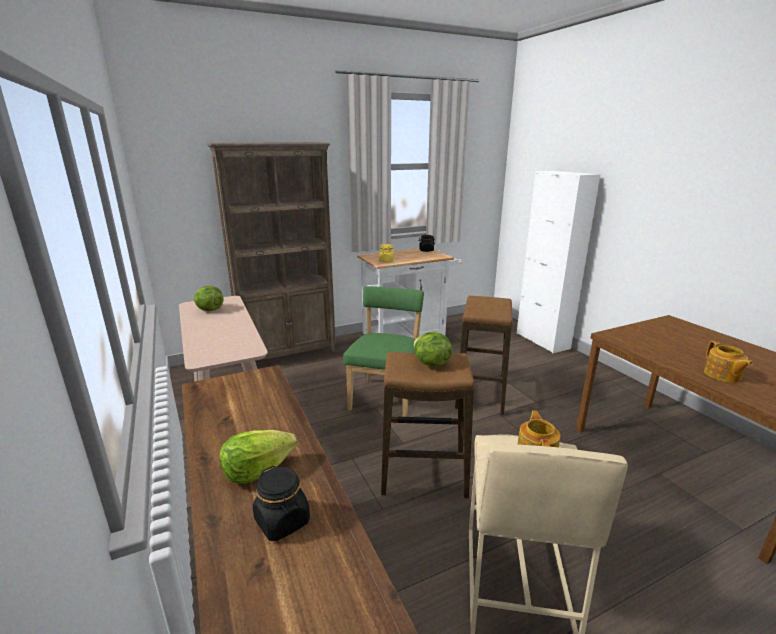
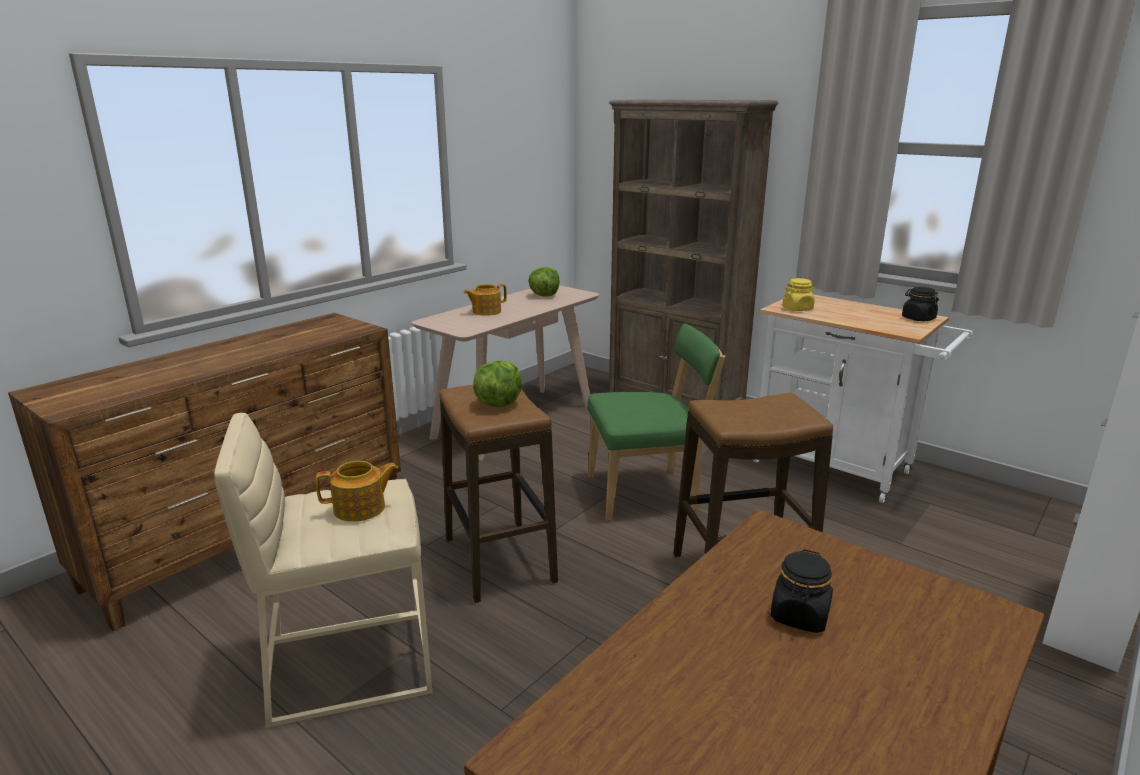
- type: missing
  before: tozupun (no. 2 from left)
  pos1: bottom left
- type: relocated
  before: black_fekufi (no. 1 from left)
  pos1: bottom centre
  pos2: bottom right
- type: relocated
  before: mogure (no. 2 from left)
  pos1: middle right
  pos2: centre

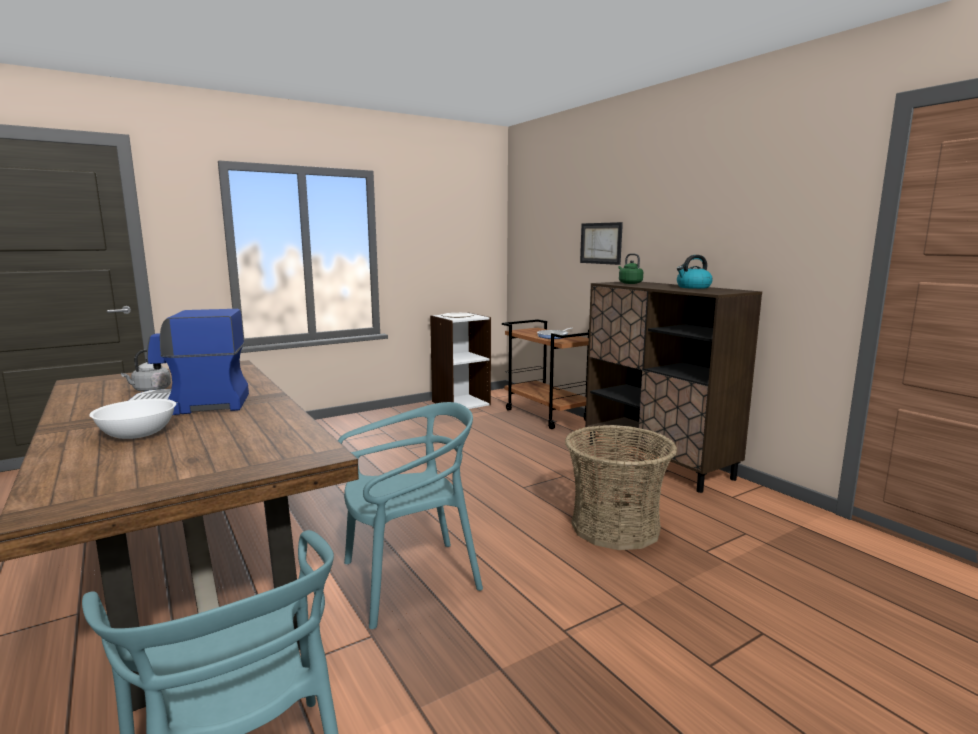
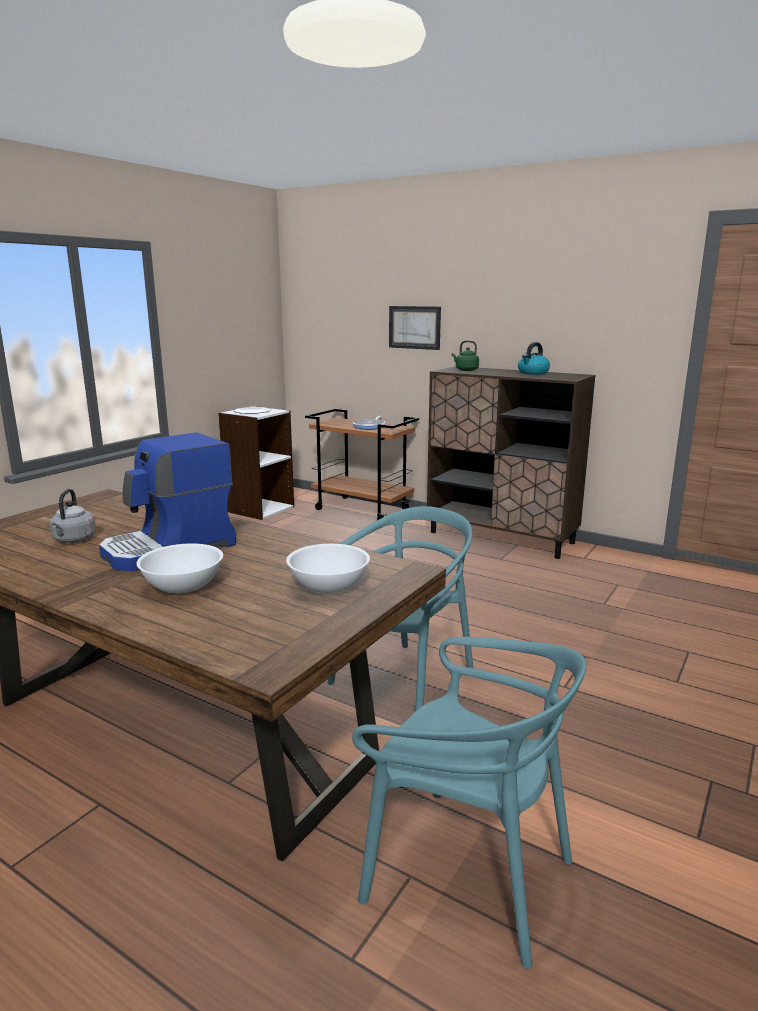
- type: missing
  before: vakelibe
  pos1: centre
- type: appeared
  after: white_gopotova (no. 2 from left)
  pos2: centre

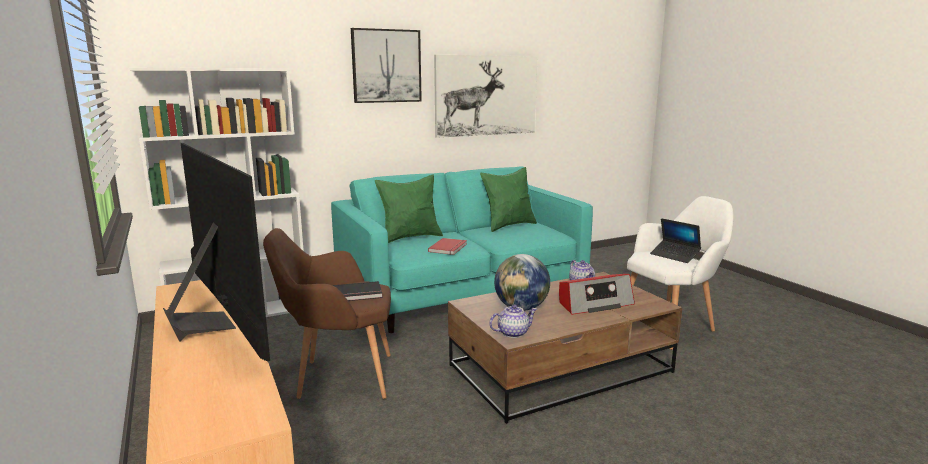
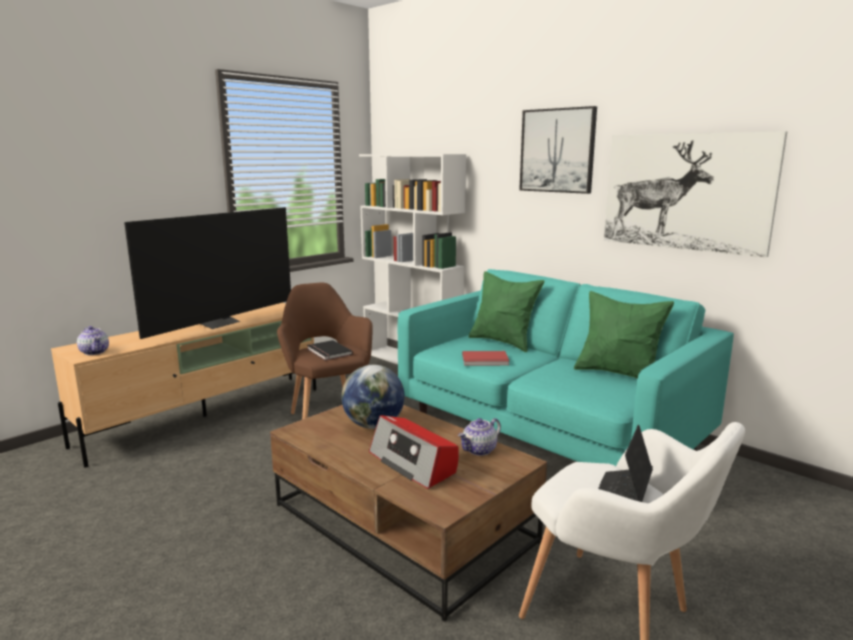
- type: relocated
  before: mogure (no. 1 from left)
  pos1: bottom centre
  pos2: middle left

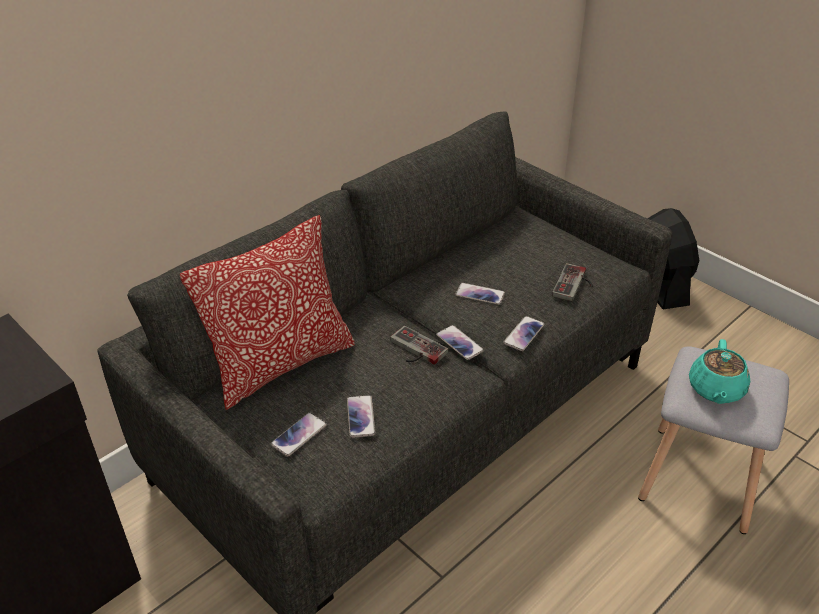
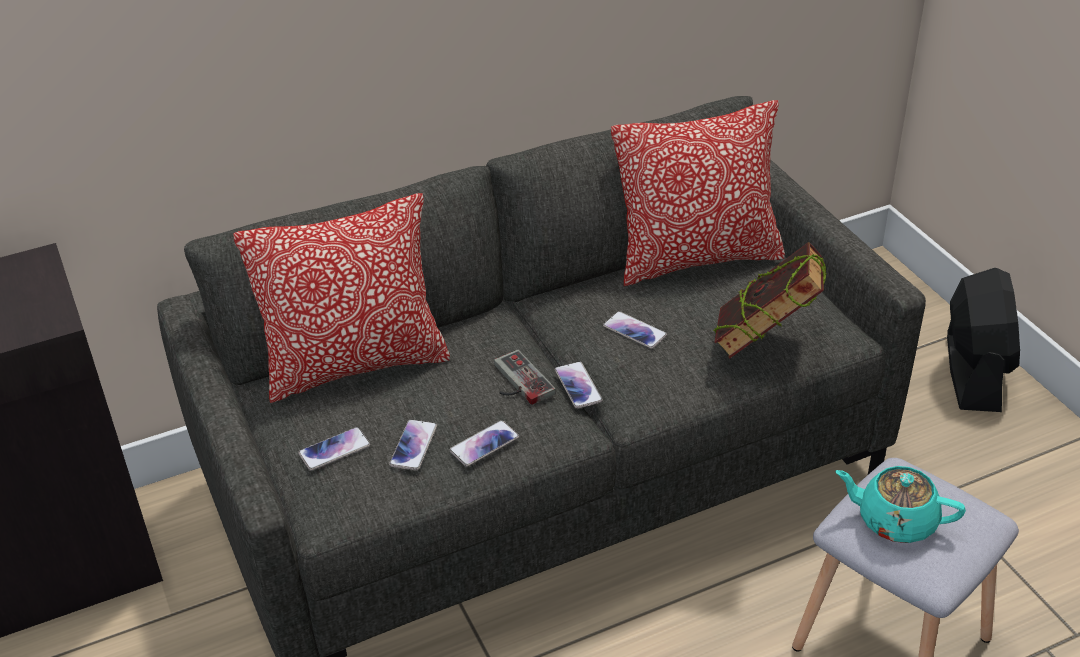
- type: relocated
  before: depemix (no. 5 from left in the first image)
  after: depemix (no. 3 from left)
  pos1: centre
  pos2: bottom centre
- type: exchanged
  before: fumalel (no. 2 from left)
  after: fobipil
  pos1: middle right
  pos2: middle right
- type: spun
  before: turquoise_mogure
  pos1: middle right
  pos2: bottom right
  turn: 75
- type: appeared
  after: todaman (no. 2 from left)
  pos2: top centre

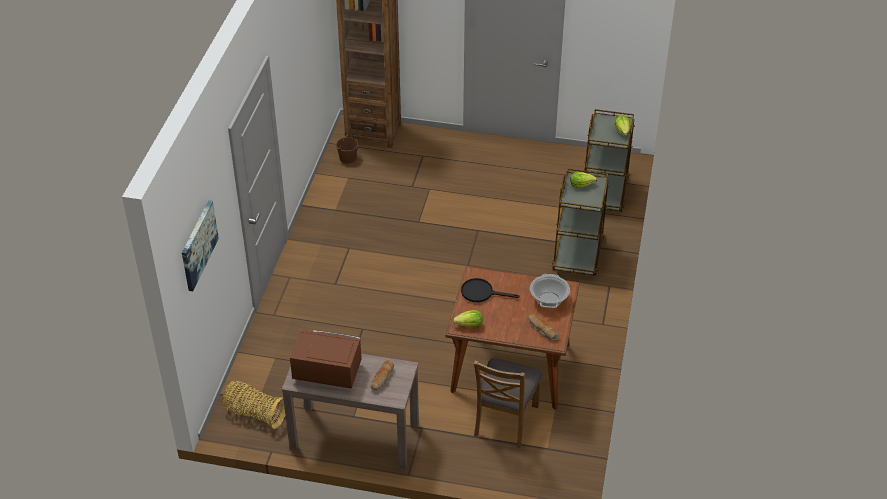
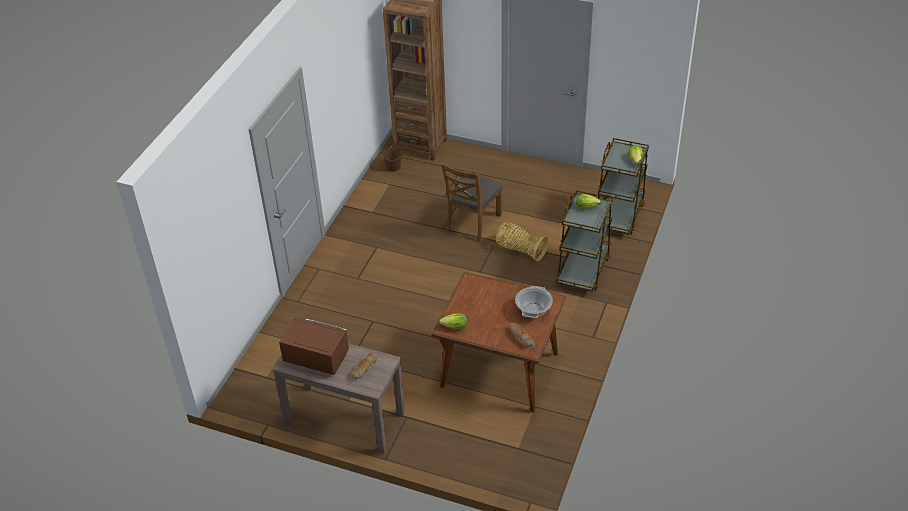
- type: missing
  before: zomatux
  pos1: middle left
- type: relocated
  before: vakelibe
  pos1: bottom left
  pos2: centre
- type: missing
  before: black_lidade
  pos1: centre
- type: relocated
  before: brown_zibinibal
  pos1: bottom centre
  pos2: centre

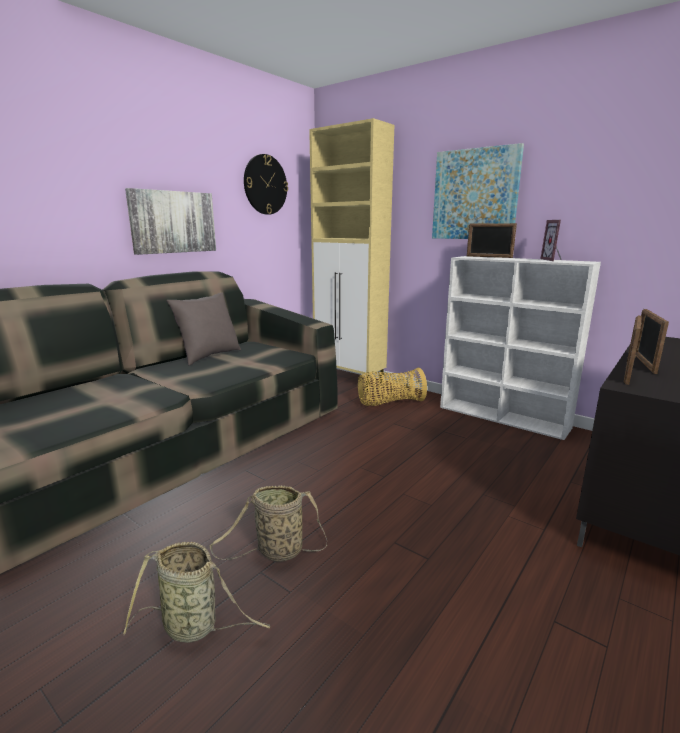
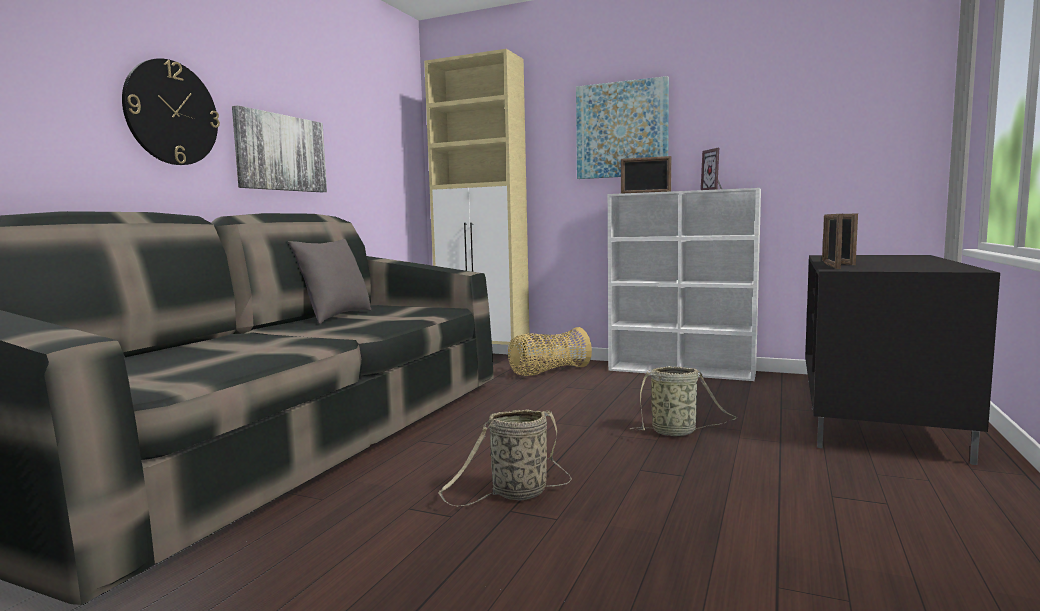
- type: relocated
  before: vakelibe (no. 1 from left in the first image)
  after: vakelibe (no. 3 from left)
  pos1: bottom left
  pos2: centre
- type: relocated
  before: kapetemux
  pos1: top centre
  pos2: top left

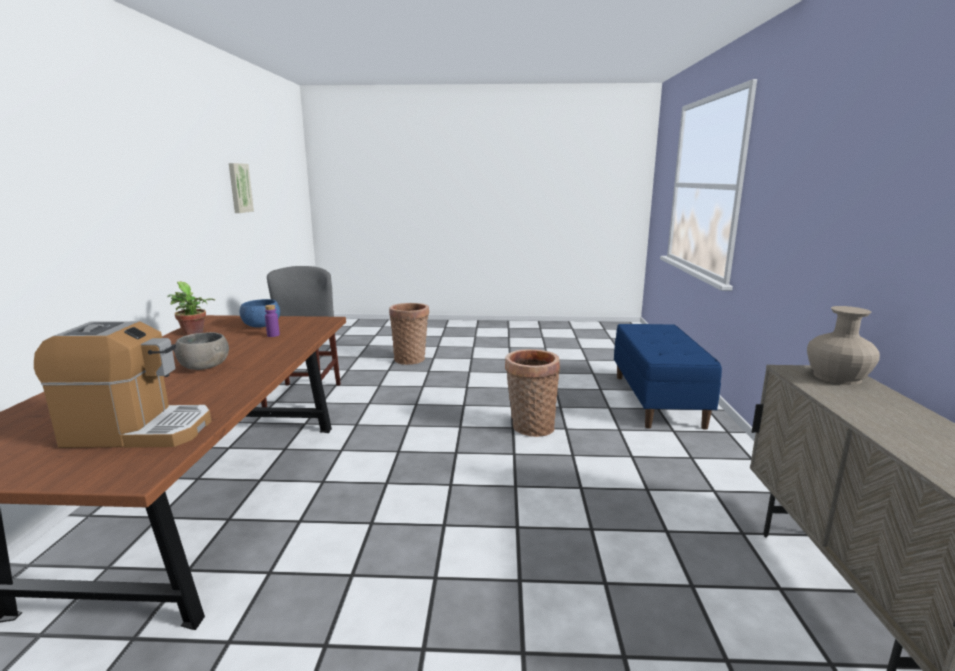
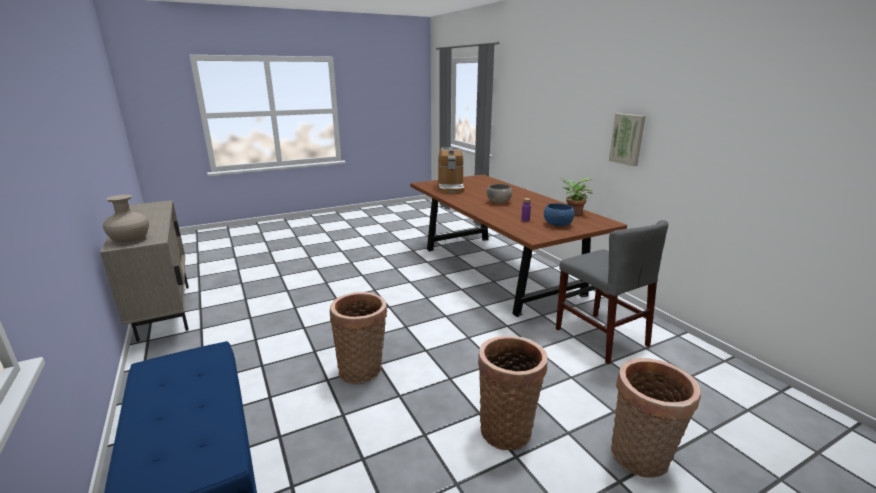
- type: spun
  before: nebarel
  pos1: middle left
  pos2: centre
  turn: -60
- type: relocated
  before: zomatux
  pos1: top left
  pos2: top right
- type: appeared
  after: vakelibe (no. 2 from left)
  pos2: bottom centre

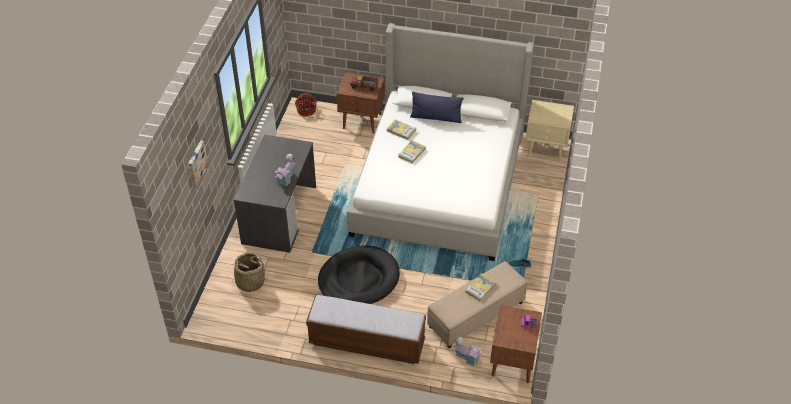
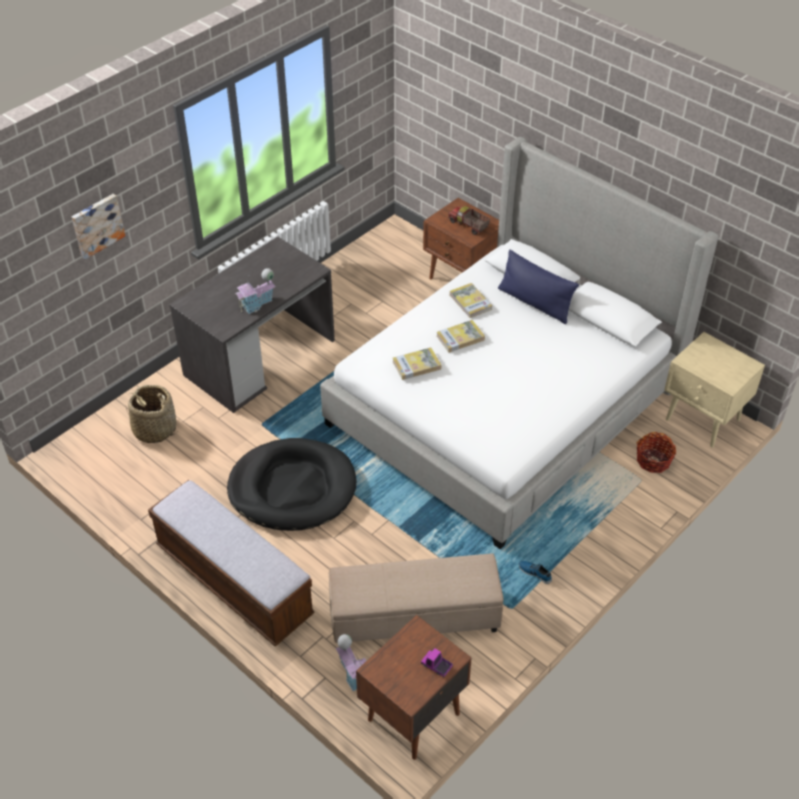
- type: relocated
  before: vakelibe (no. 2 from left)
  pos1: top centre
  pos2: middle right
- type: relocated
  before: fobipil (no. 3 from left in the first image)
  after: fobipil (no. 1 from left)
  pos1: bottom centre
  pos2: centre

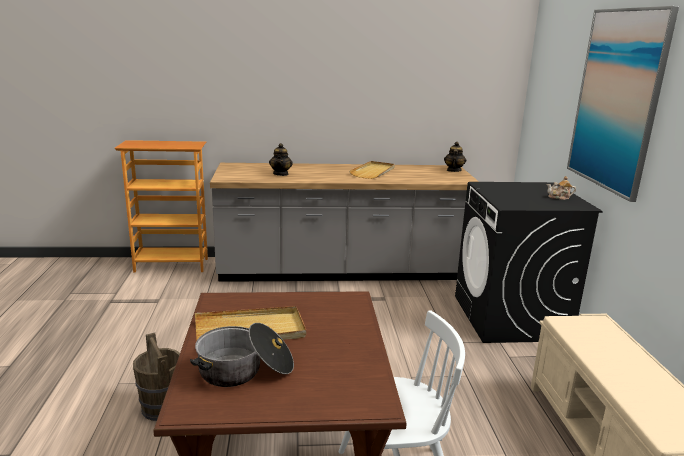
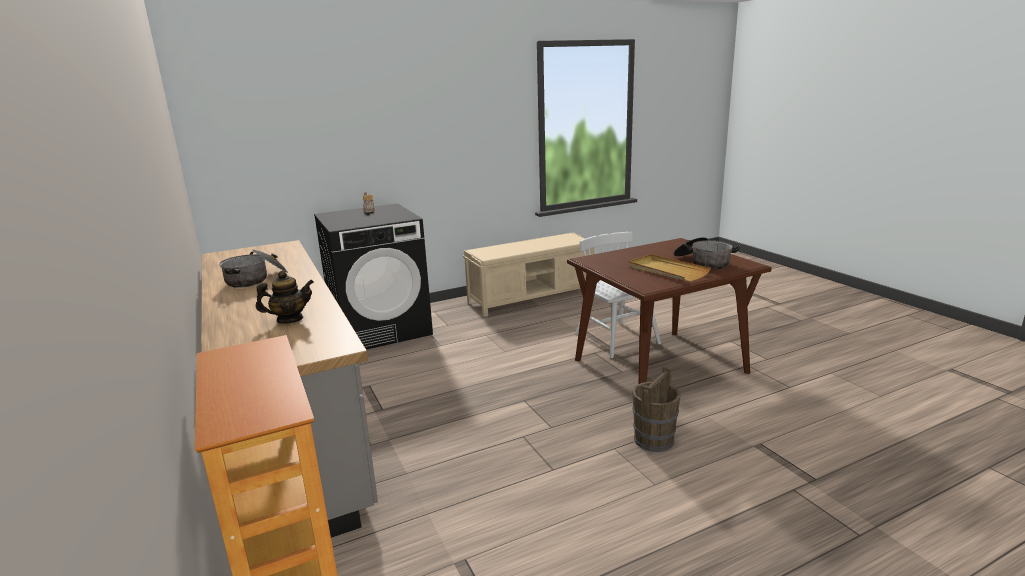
- type: exchanged
  before: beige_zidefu (no. 2 from left)
  after: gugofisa (no. 1 from left)
  pos1: centre
  pos2: middle left
- type: missing
  before: mogure (no. 2 from left)
  pos1: centre
- type: missing
  before: zomatux
  pos1: top right

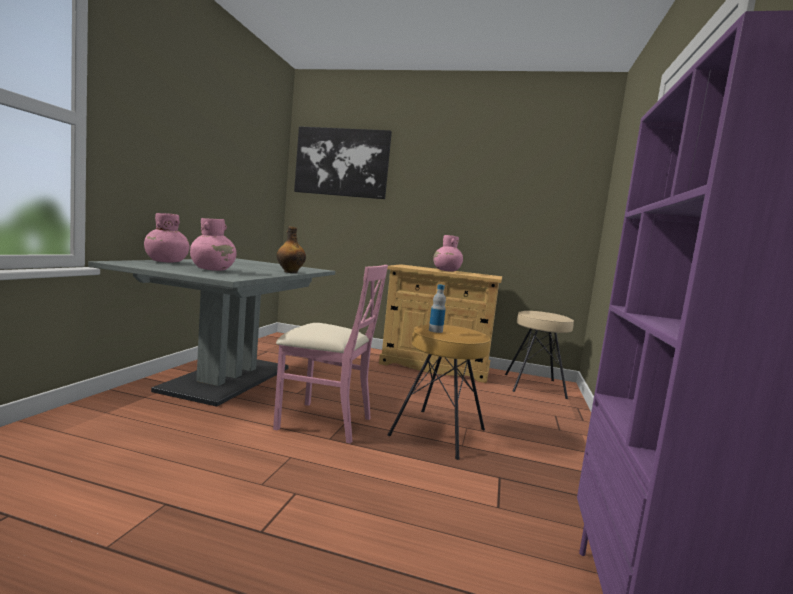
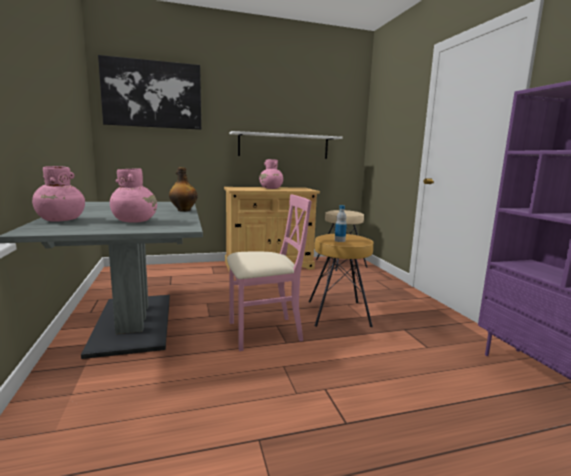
- type: appeared
  after: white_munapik
  pos2: top centre

